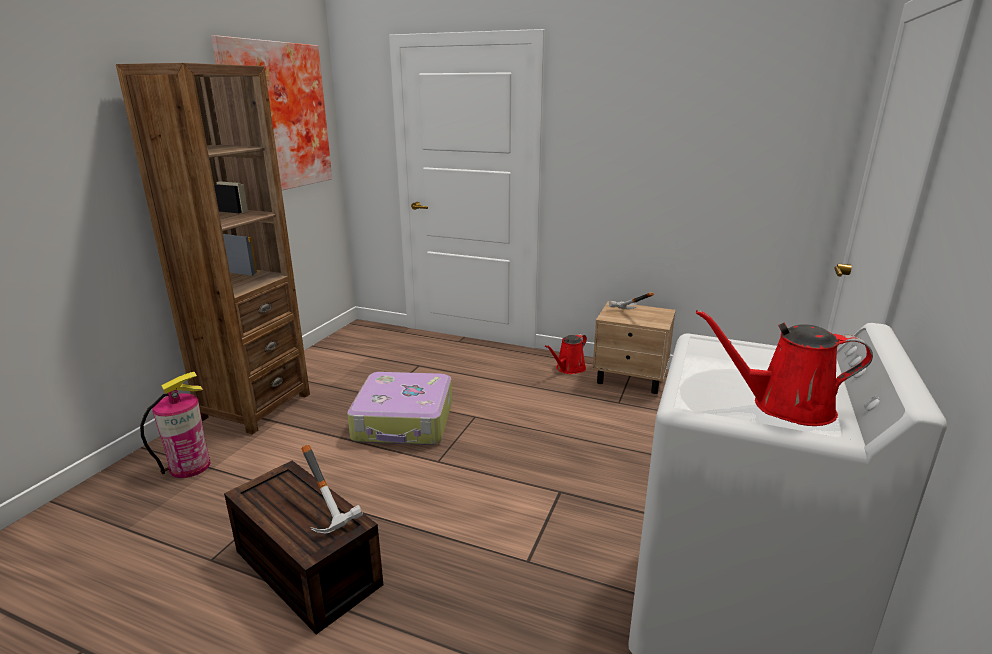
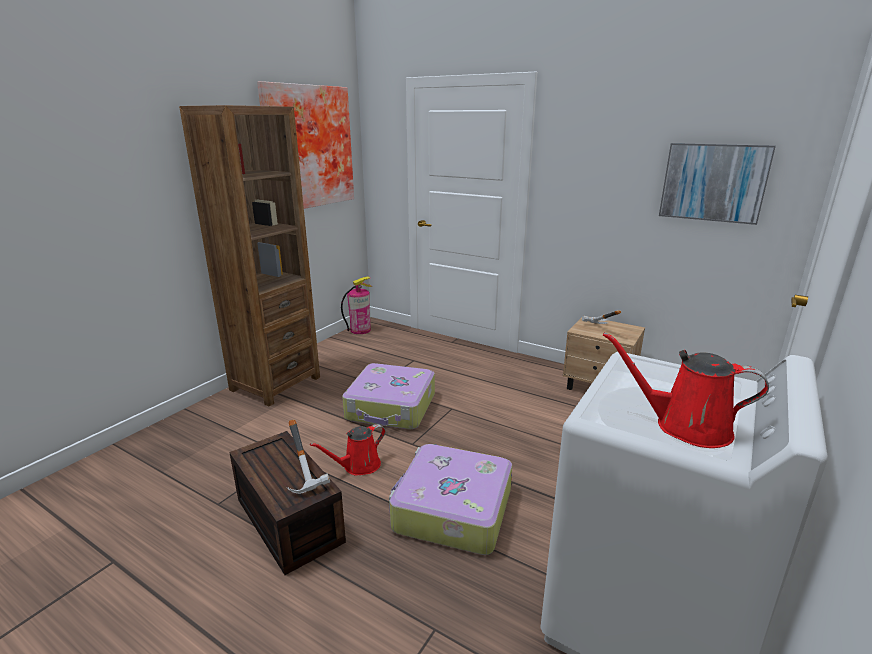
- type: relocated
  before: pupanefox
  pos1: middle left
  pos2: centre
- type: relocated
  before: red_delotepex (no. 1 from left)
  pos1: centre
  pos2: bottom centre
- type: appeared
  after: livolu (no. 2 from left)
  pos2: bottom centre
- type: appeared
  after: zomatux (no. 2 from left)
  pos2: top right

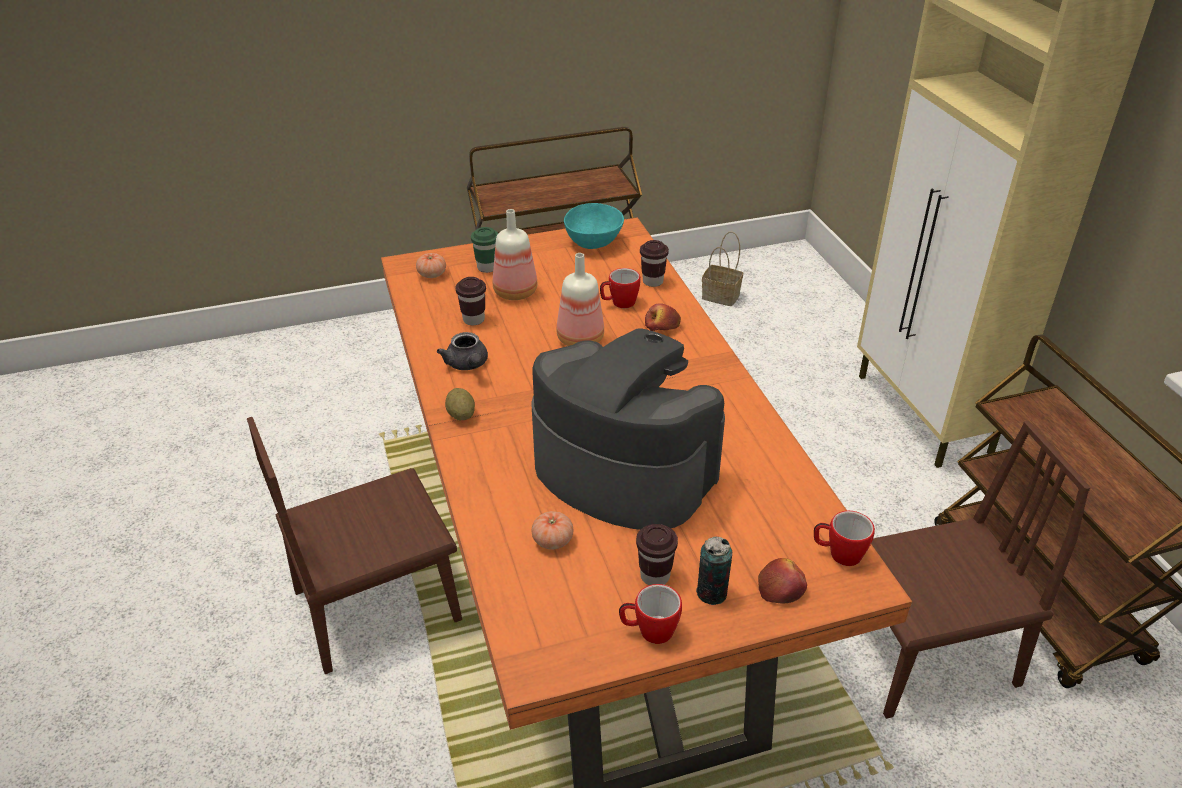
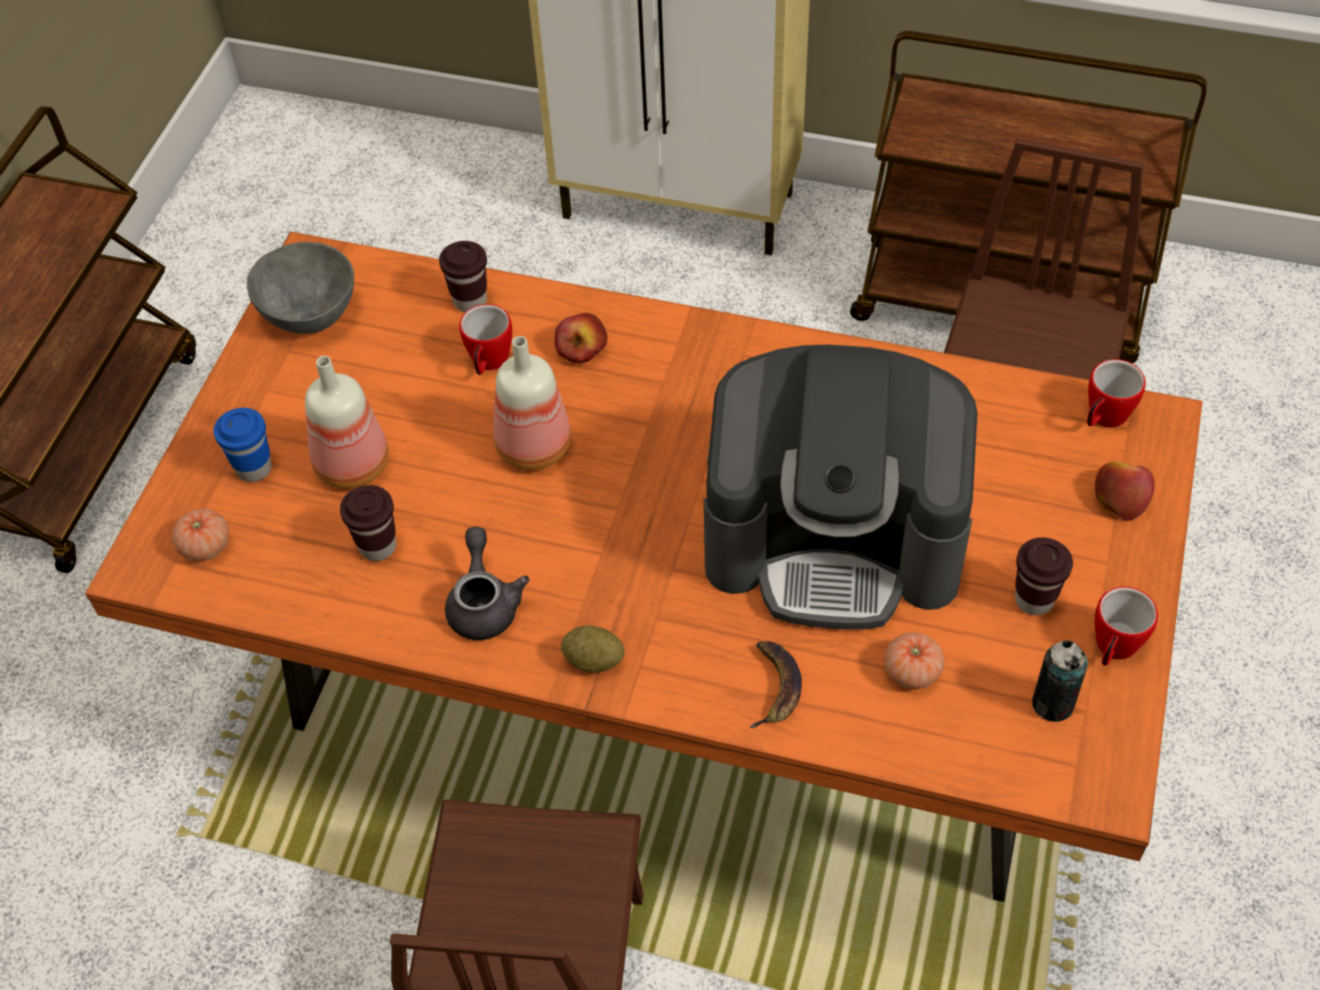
- type: spun
  before: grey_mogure
  pos1: centre
  pos2: centre
  turn: -105
- type: colour
  before: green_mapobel
  after: blue_mapobel
  pos1: top centre
  pos2: middle left
- type: spun
  before: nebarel
  pos1: centre
  pos2: centre
  turn: -150
- type: colour
  before: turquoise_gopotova
  after: grey_gopotova
  pos1: top centre
  pos2: top left
- type: relocated
  before: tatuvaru
  pos1: bottom centre
  pos2: bottom right
- type: missing
  before: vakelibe
  pos1: centre
- type: appeared
  after: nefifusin
  pos2: bottom centre

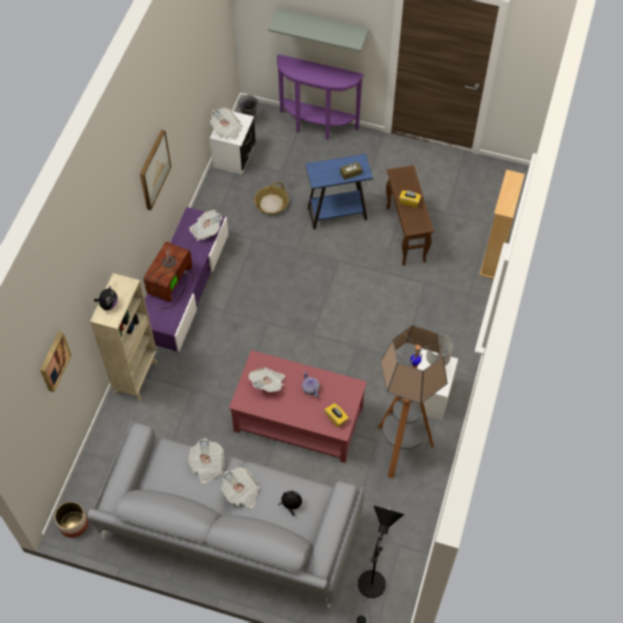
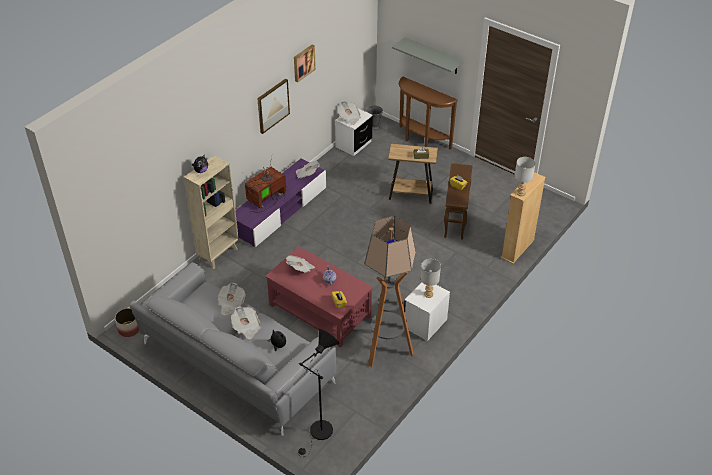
- type: relocated
  before: zomatux (no. 1 from left in the first image)
  after: zomatux (no. 2 from left)
  pos1: middle left
  pos2: top centre
- type: missing
  before: vakelibe
  pos1: top centre
- type: colour
  before: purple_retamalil
  after: brown_retamalil
  pos1: top centre
  pos2: top centre
- type: colour
  before: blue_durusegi
  after: brown_durusegi (no. 1 from left)
  pos1: top centre
  pos2: centre
- type: appeared
  after: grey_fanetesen (no. 2 from left)
  pos2: middle right

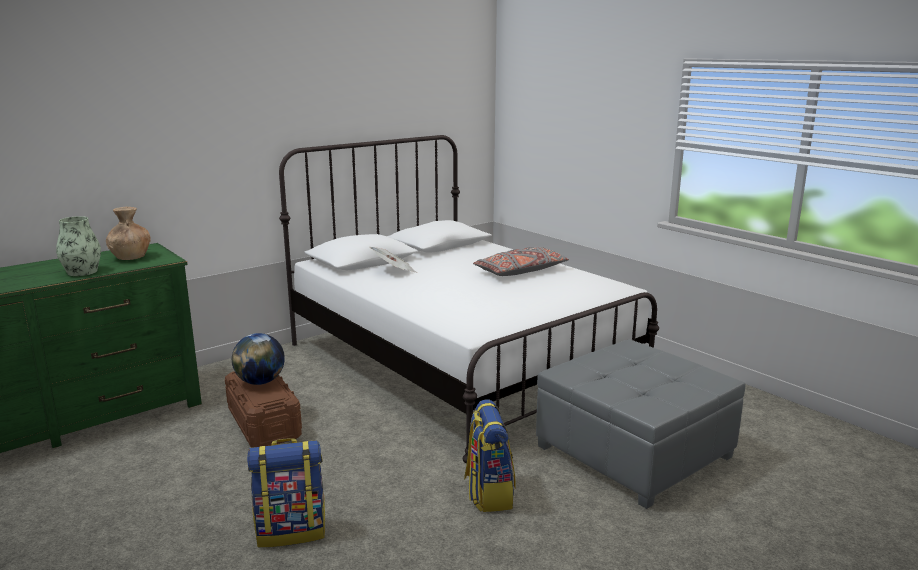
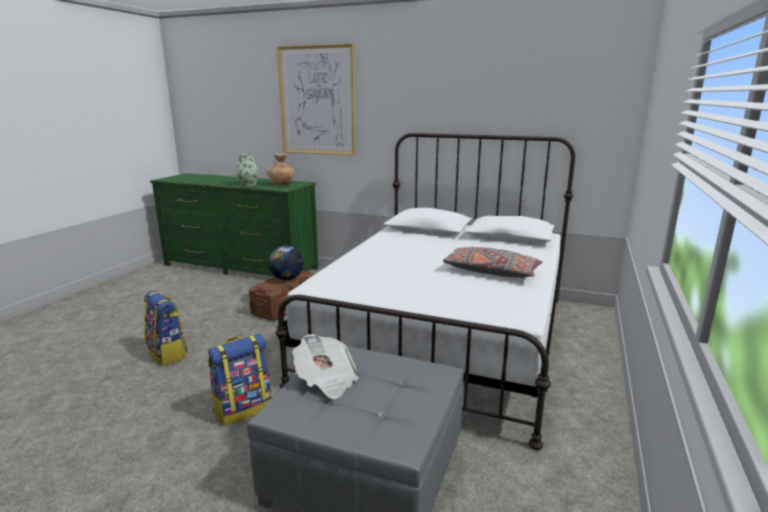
- type: relocated
  before: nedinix
  pos1: centre
  pos2: bottom centre
- type: appeared
  after: zomatux
  pos2: top centre

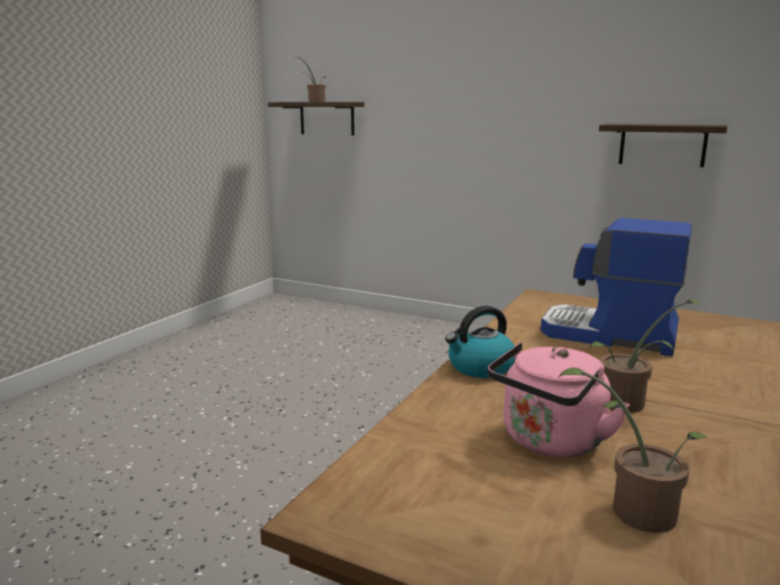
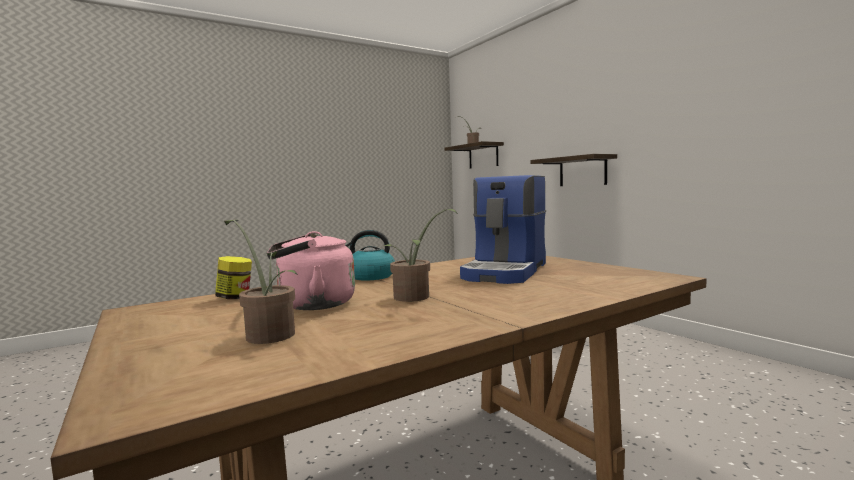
- type: spun
  before: nebarel
  pos1: middle right
  pos2: centre
  turn: -120
- type: relocated
  before: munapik (no. 2 from left)
  pos1: top right
  pos2: middle right
- type: appeared
  after: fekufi
  pos2: middle left

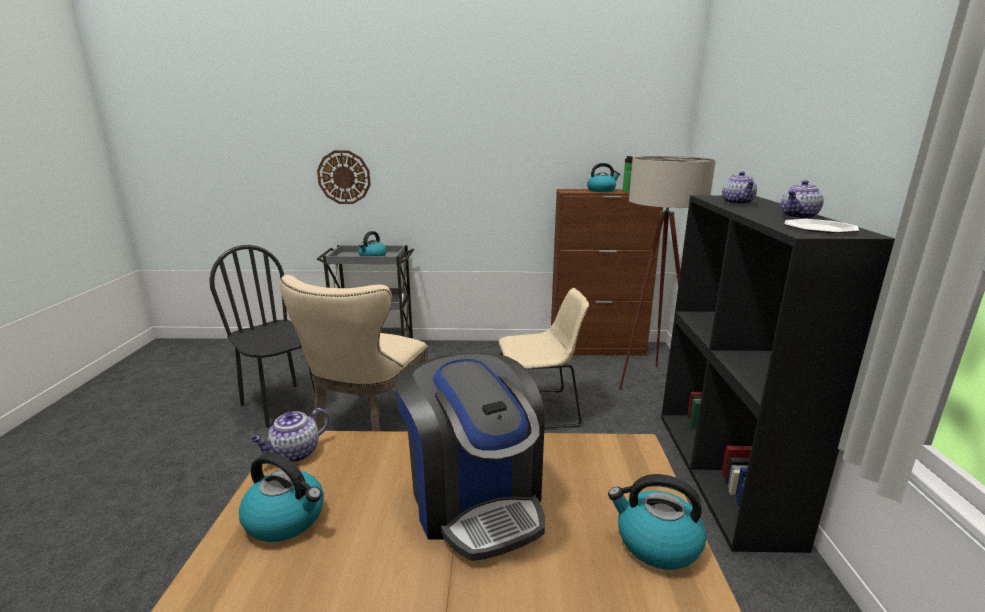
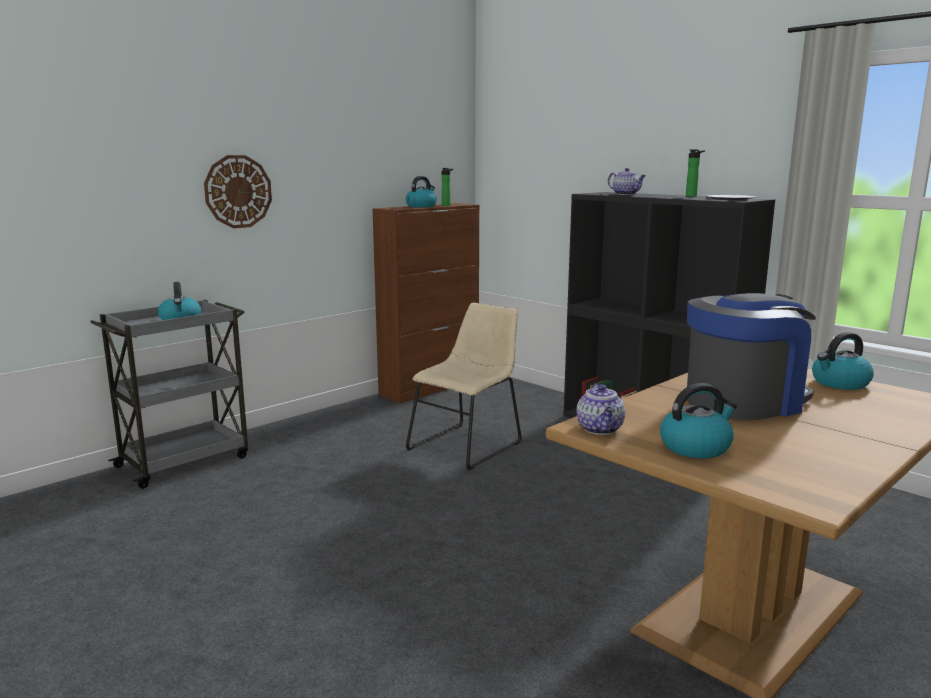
- type: missing
  before: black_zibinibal
  pos1: middle left
- type: missing
  before: beige_zibinibal (no. 1 from left)
  pos1: centre
- type: relocated
  before: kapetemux
  pos1: top centre
  pos2: top left
- type: spun
  before: nebarel
  pos1: bottom centre
  pos2: middle right
  turn: -45
- type: missing
  before: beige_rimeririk
  pos1: middle right
- type: exchanged
  before: mogure (no. 3 from left)
  after: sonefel (no. 2 from left)
  pos1: top right
  pos2: top right

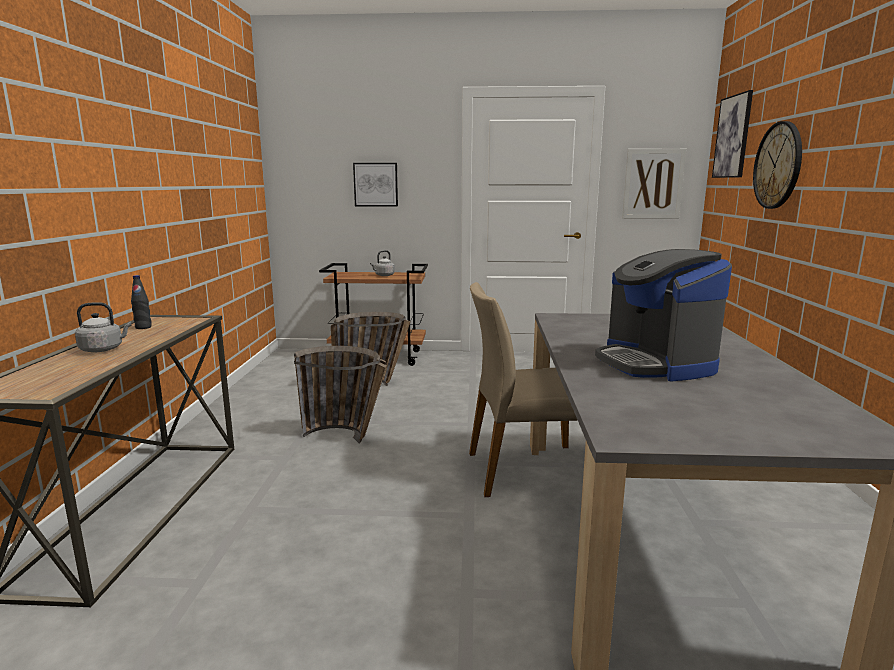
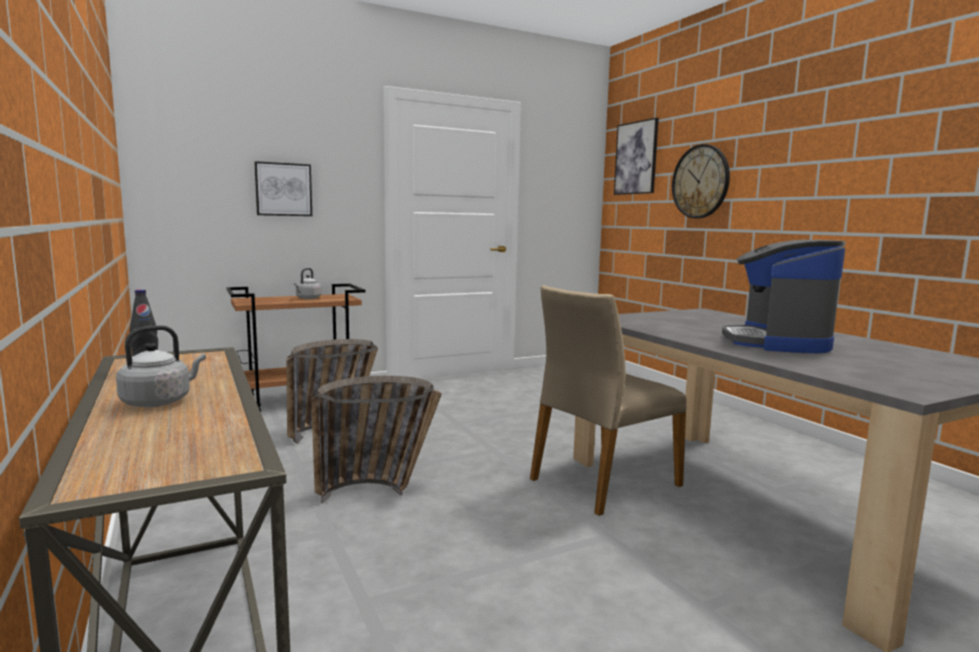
- type: spun
  before: nebarel
  pos1: middle right
  pos2: middle right
  turn: 60
- type: missing
  before: zomatux (no. 2 from left)
  pos1: top right

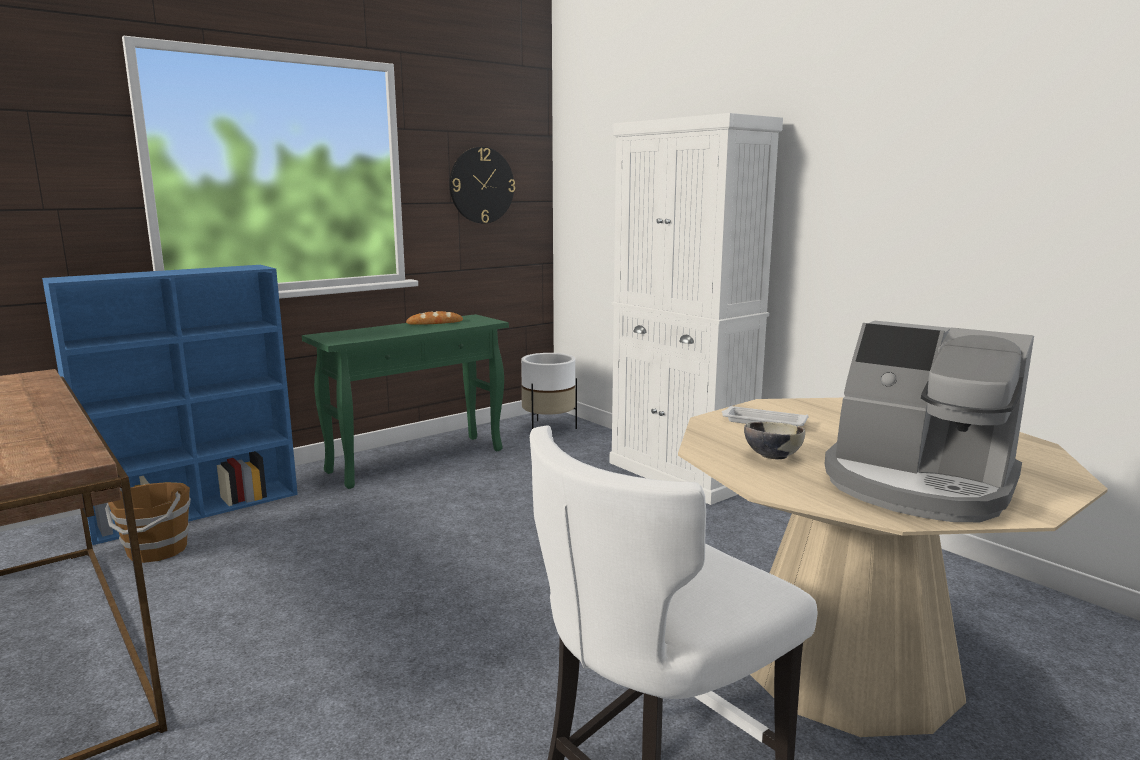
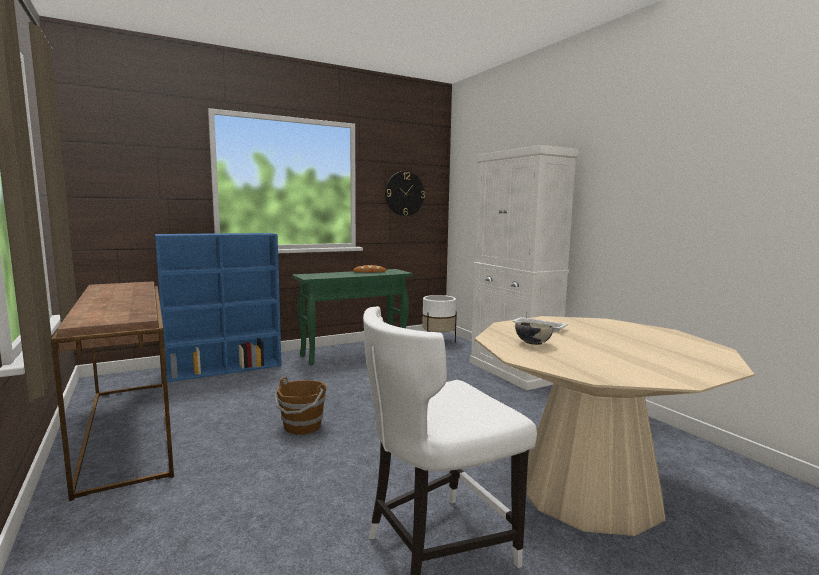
- type: relocated
  before: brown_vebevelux
  pos1: bottom left
  pos2: bottom centre
- type: missing
  before: nebarel
  pos1: middle right

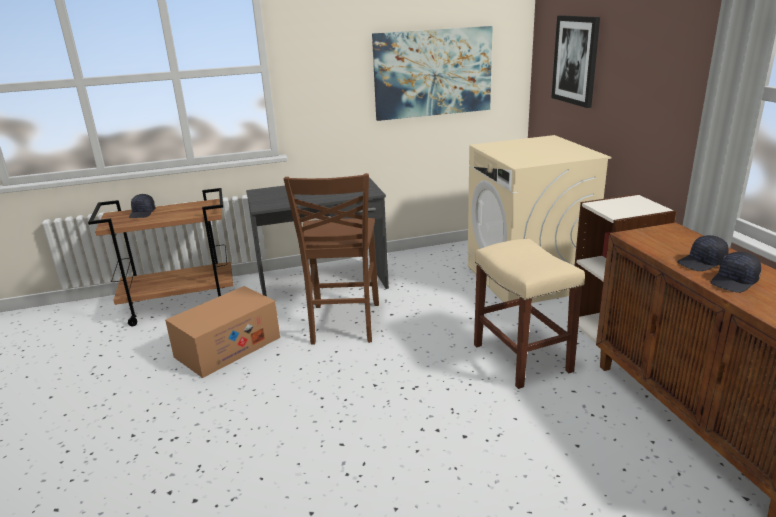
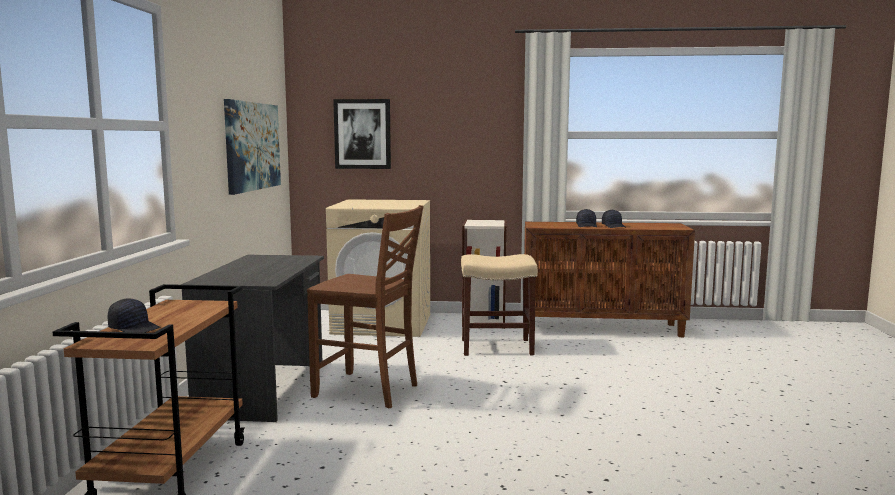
- type: missing
  before: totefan
  pos1: middle left

